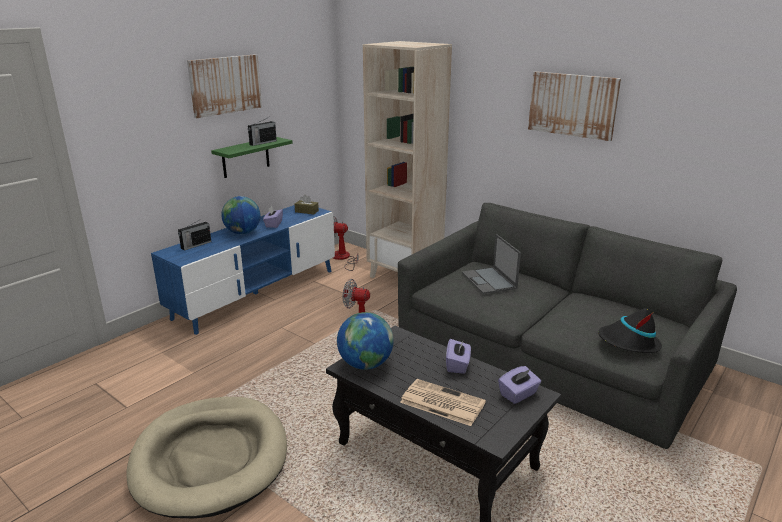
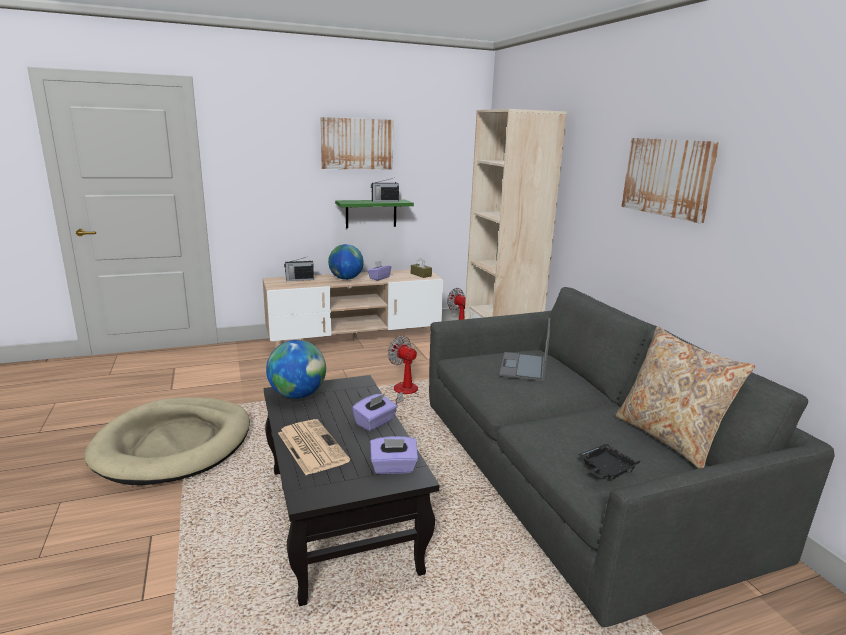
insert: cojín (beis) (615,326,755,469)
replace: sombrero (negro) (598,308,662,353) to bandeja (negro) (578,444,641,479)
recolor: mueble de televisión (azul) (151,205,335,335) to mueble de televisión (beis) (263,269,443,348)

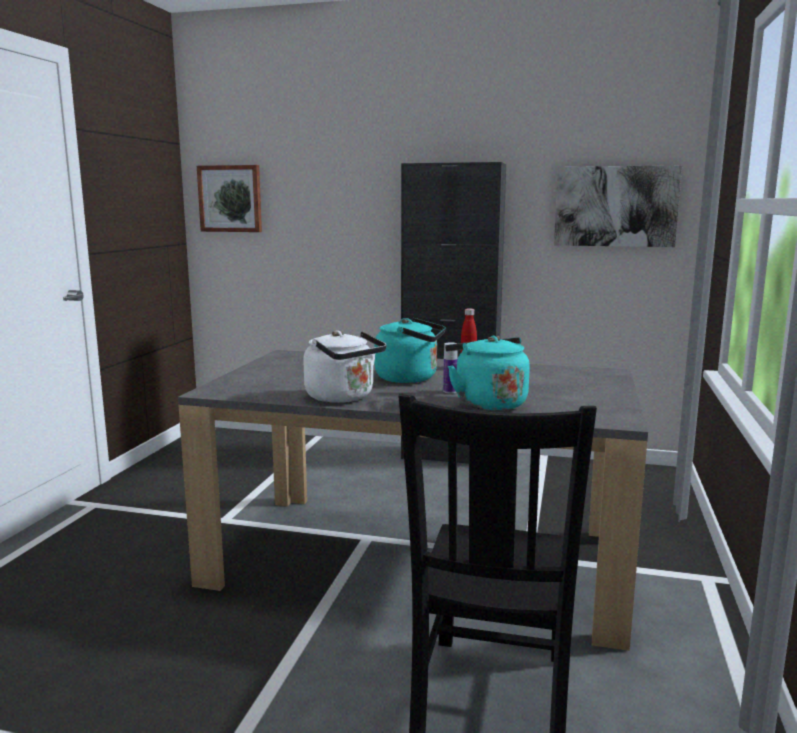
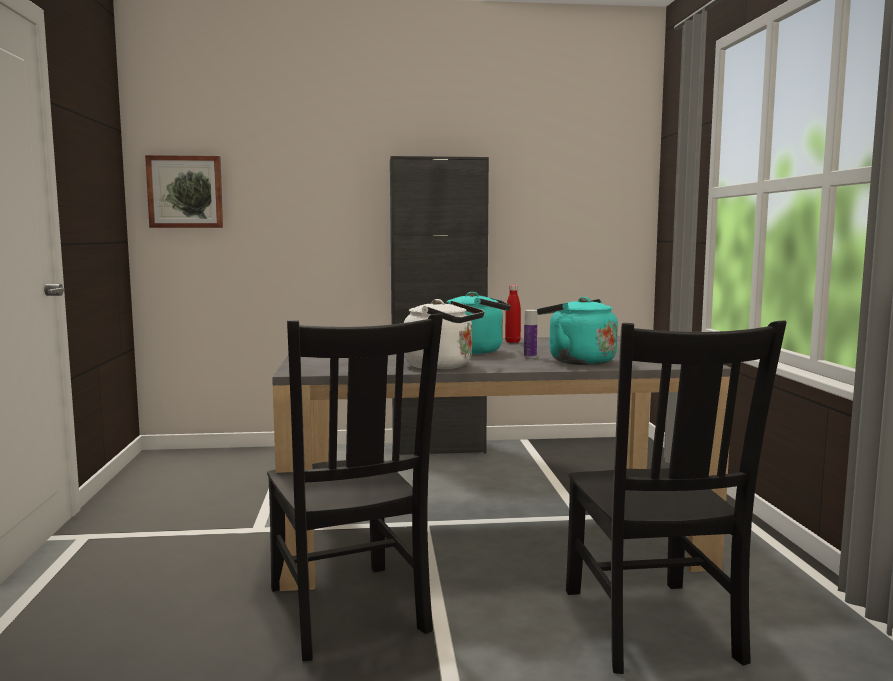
delete: cuadro (554,165,682,247)
insert: silla (negro) (267,313,443,661)

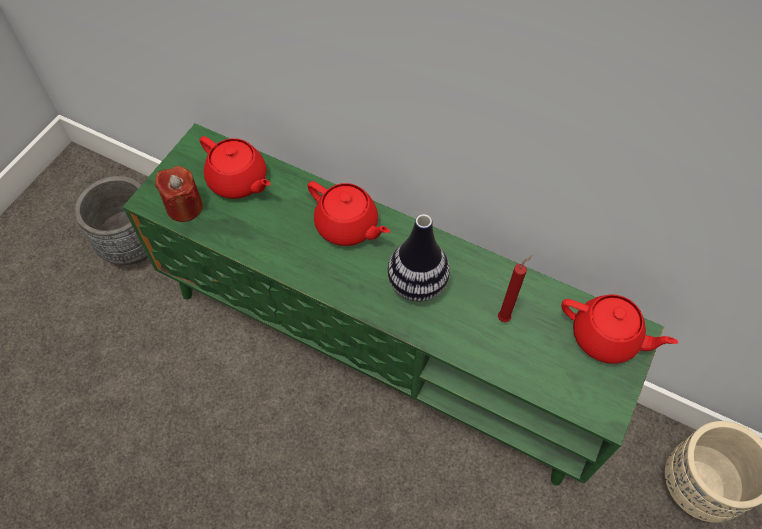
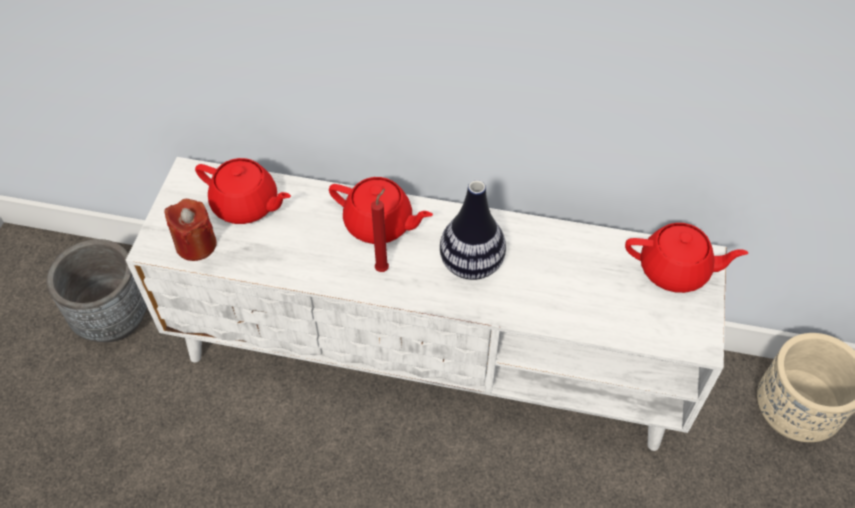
move: vela (rojo) (498,255,532,322) to (371,189,389,272)
recolor: mueble de televisión (verde) (123,123,664,485) to mueble de televisión (blanco) (126,157,726,451)

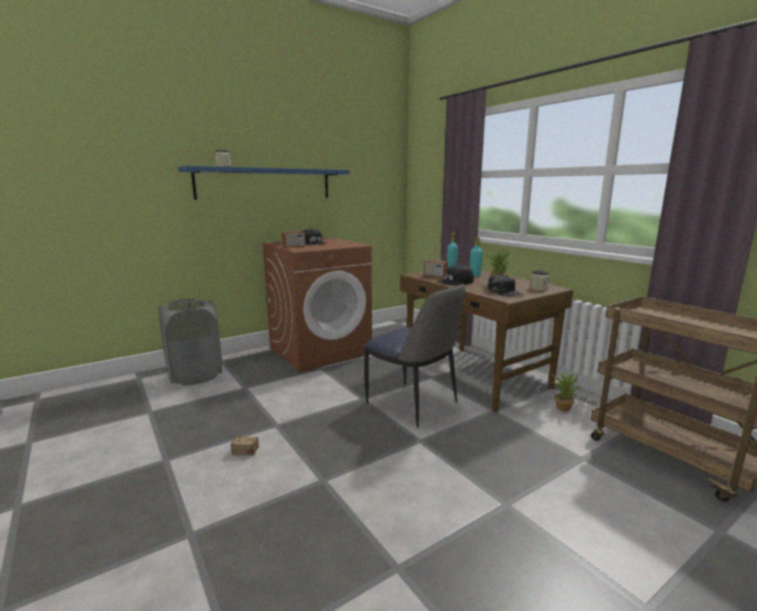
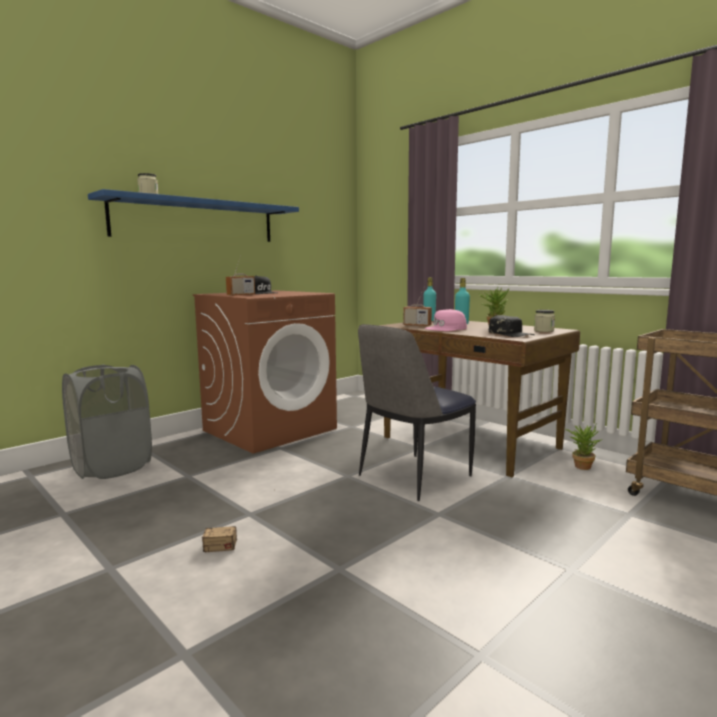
recolor: gorra (negro) (437,265,474,285) to gorra (rosa) (424,309,467,331)
rotate: silla (364,284,465,428) = (358,324,476,501) 105 degrees clockwise

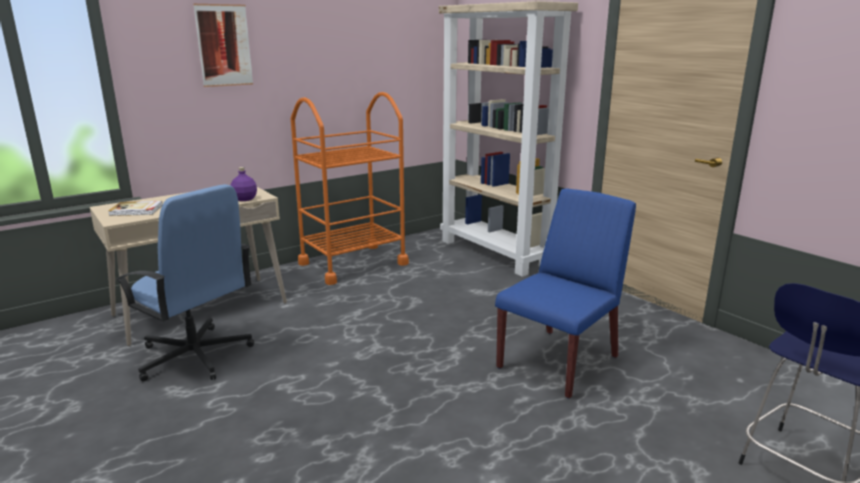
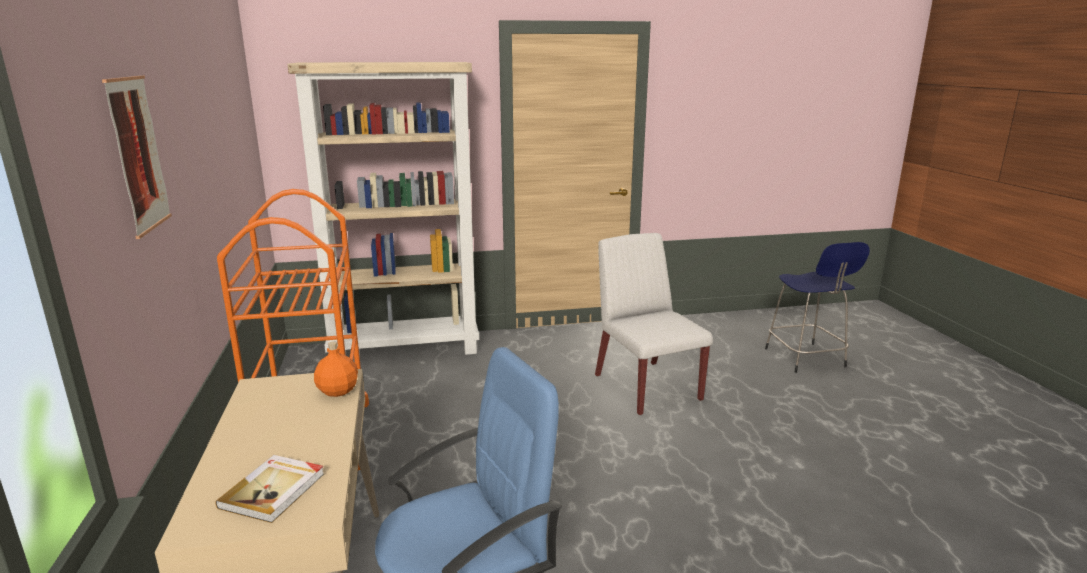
recolor: botella (morado) (231,167,257,201) to botella (naranja) (314,341,358,397); silla (azul) (495,189,636,399) to silla (blanco) (595,233,713,416)

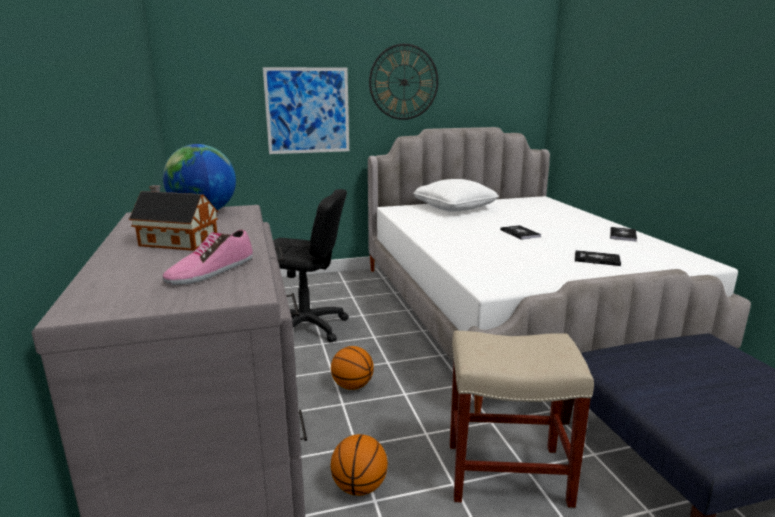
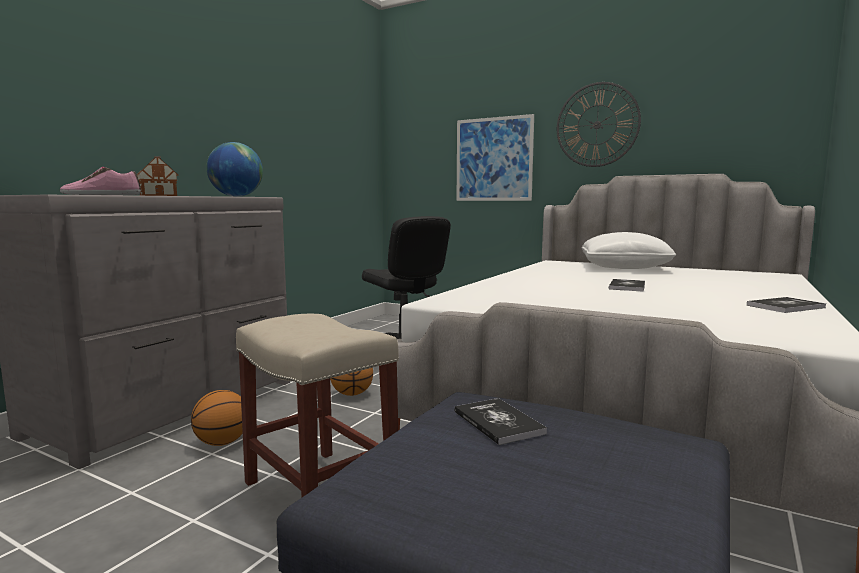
move: libro (575,250,621,266) to (454,398,547,445)

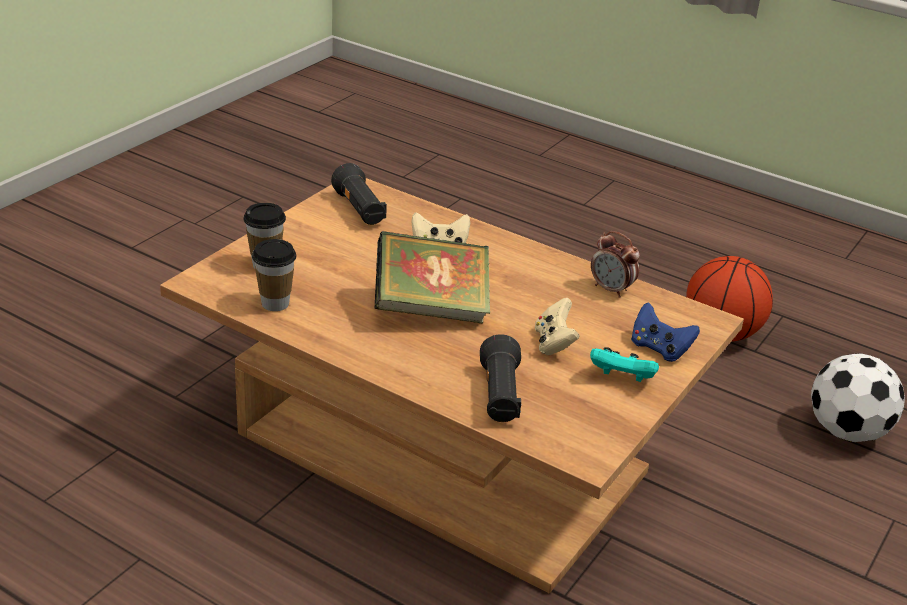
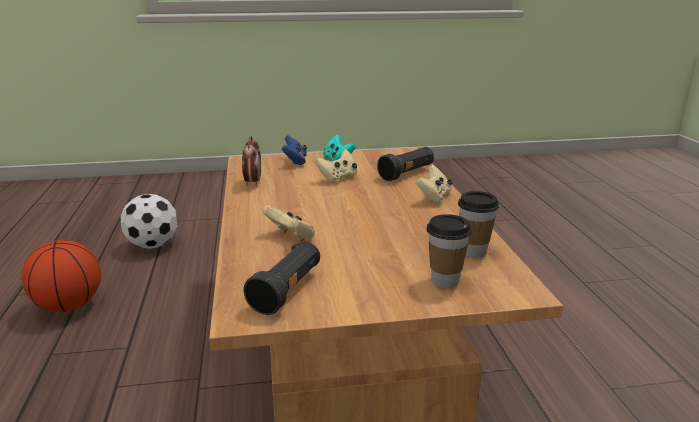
delete: libro (375,231,490,323)
insert: mando de consola (beis) (416,165,452,203)

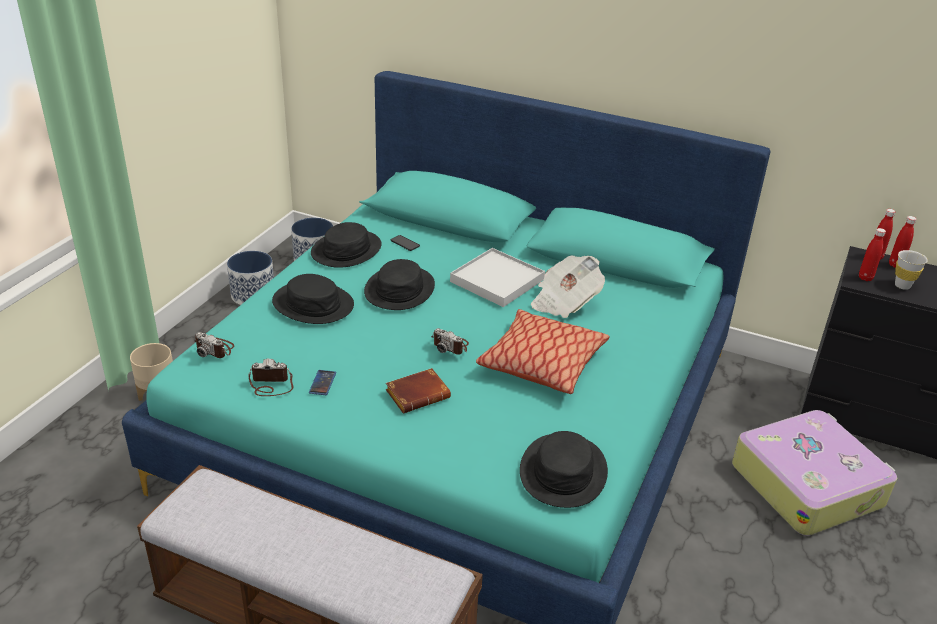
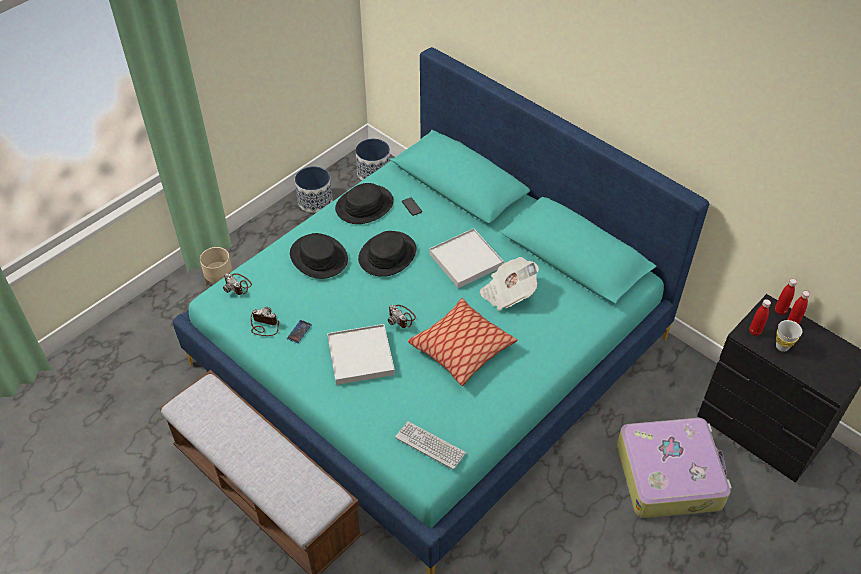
replace: libro (marrón) (386,368,451,413) to bandeja (blanco) (327,324,395,385); sombrero (negro) (520,431,608,508) to teclado (395,421,466,470)

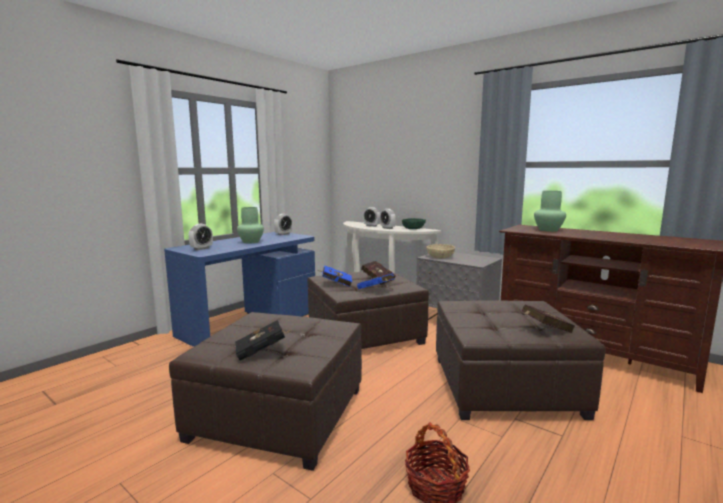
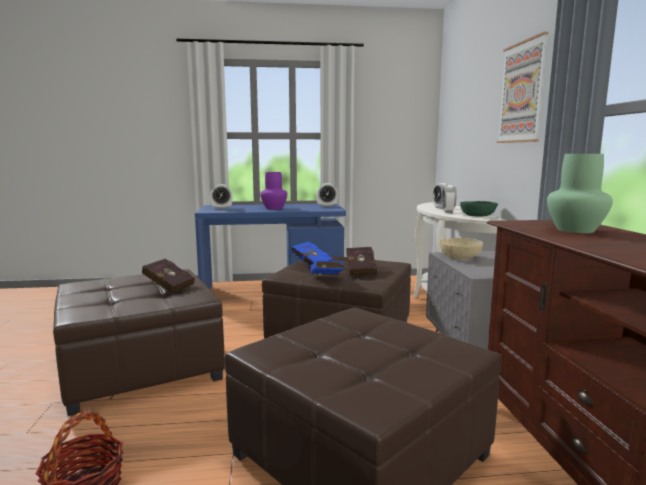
delete: libro (negro) (235,320,291,361)
insert: cuadro (497,32,548,143)
move: libro (rojo) (522,305,575,333) to (141,259,195,293)
recolor: florero (verde) (237,207,264,243) to florero (morado) (260,172,287,209)

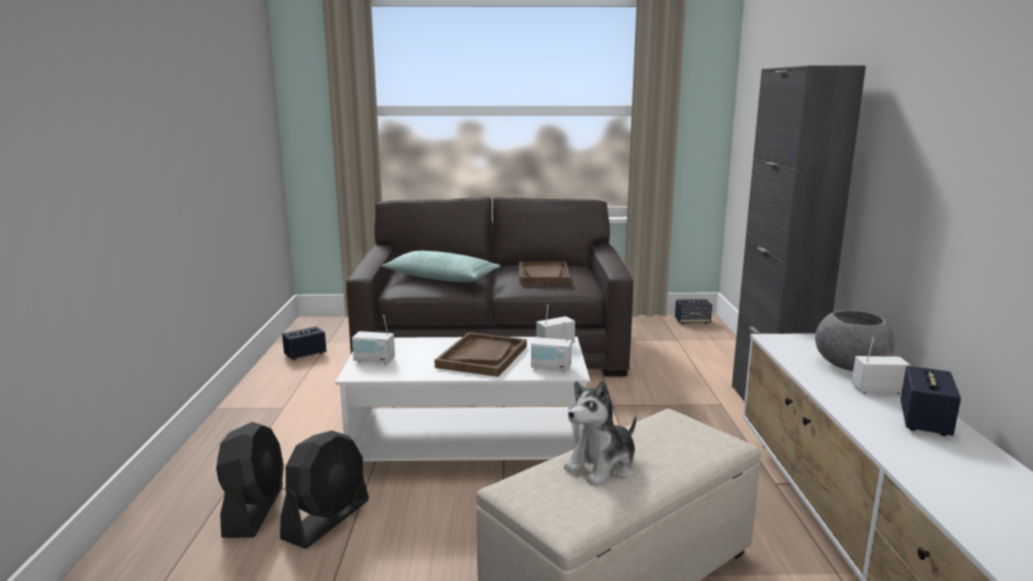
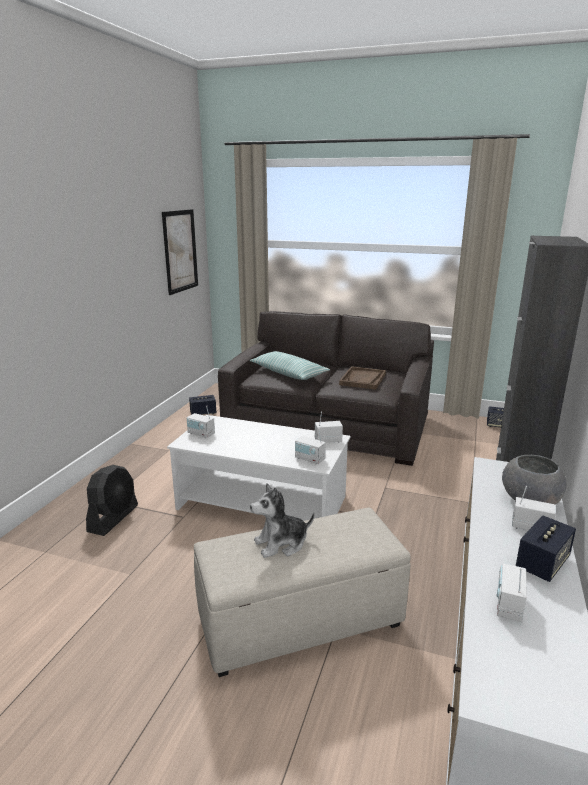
delete: bandeja (marrón) (435,332,527,377); ventilador (negro) (280,430,369,549)
insert: cuadro (162,209,198,295); radio (497,563,527,622)

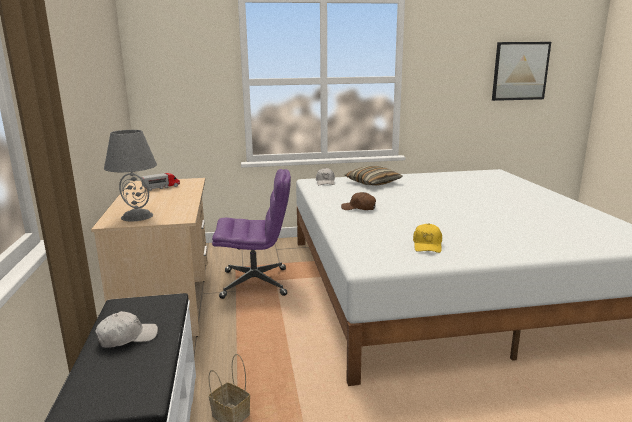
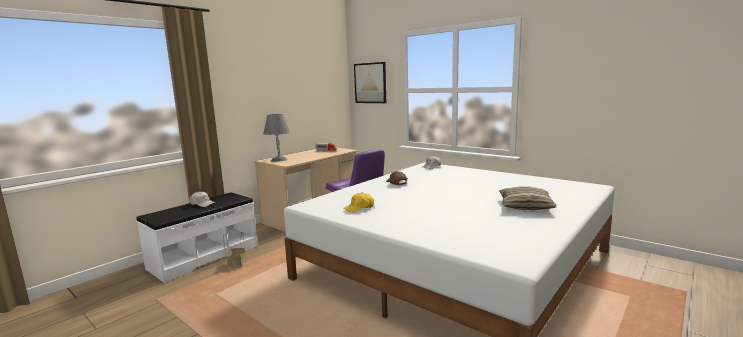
move: cuadro (492,42,551,101) to (354,62,386,103); cojín (344,166,402,185) to (499,186,557,210)

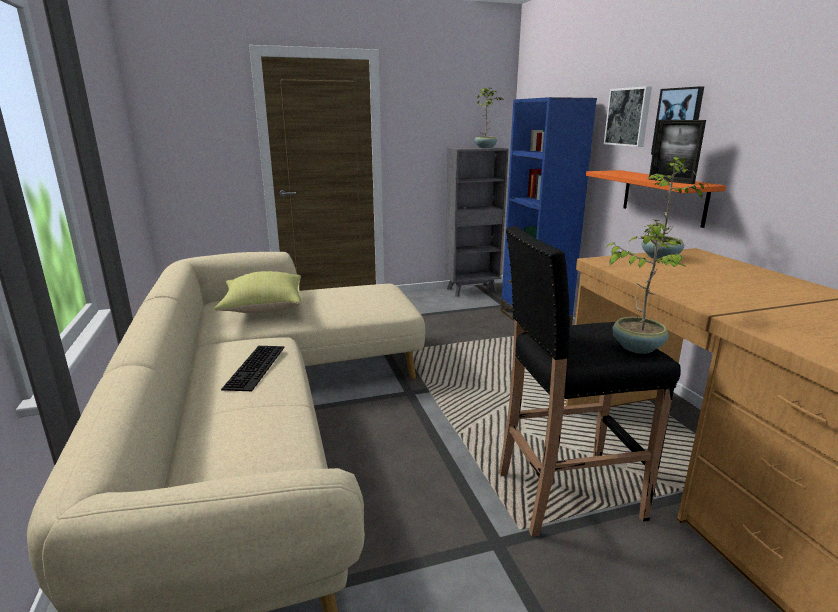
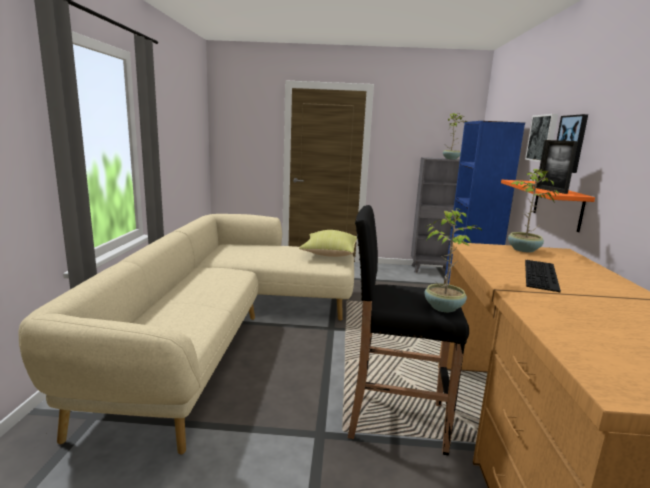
move: cojín (amarillo) (214,271,301,313) to (299,230,357,257); teclado (221,346,285,391) to (525,260,561,292)

